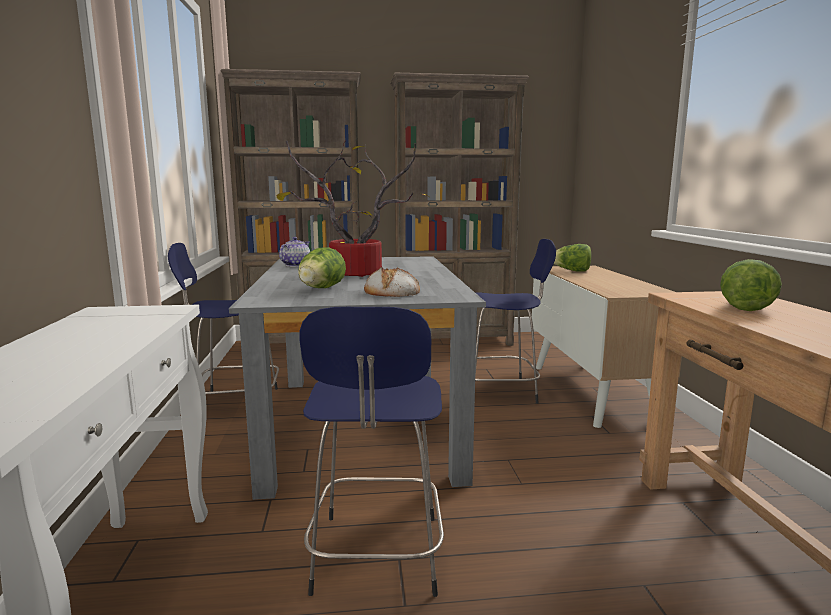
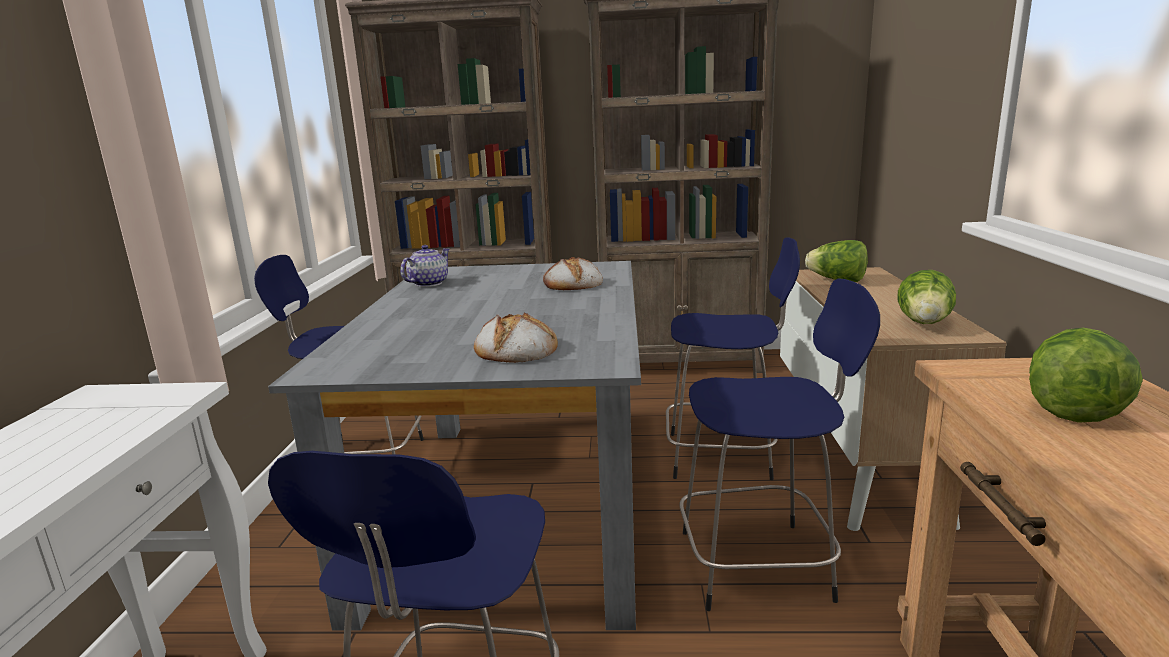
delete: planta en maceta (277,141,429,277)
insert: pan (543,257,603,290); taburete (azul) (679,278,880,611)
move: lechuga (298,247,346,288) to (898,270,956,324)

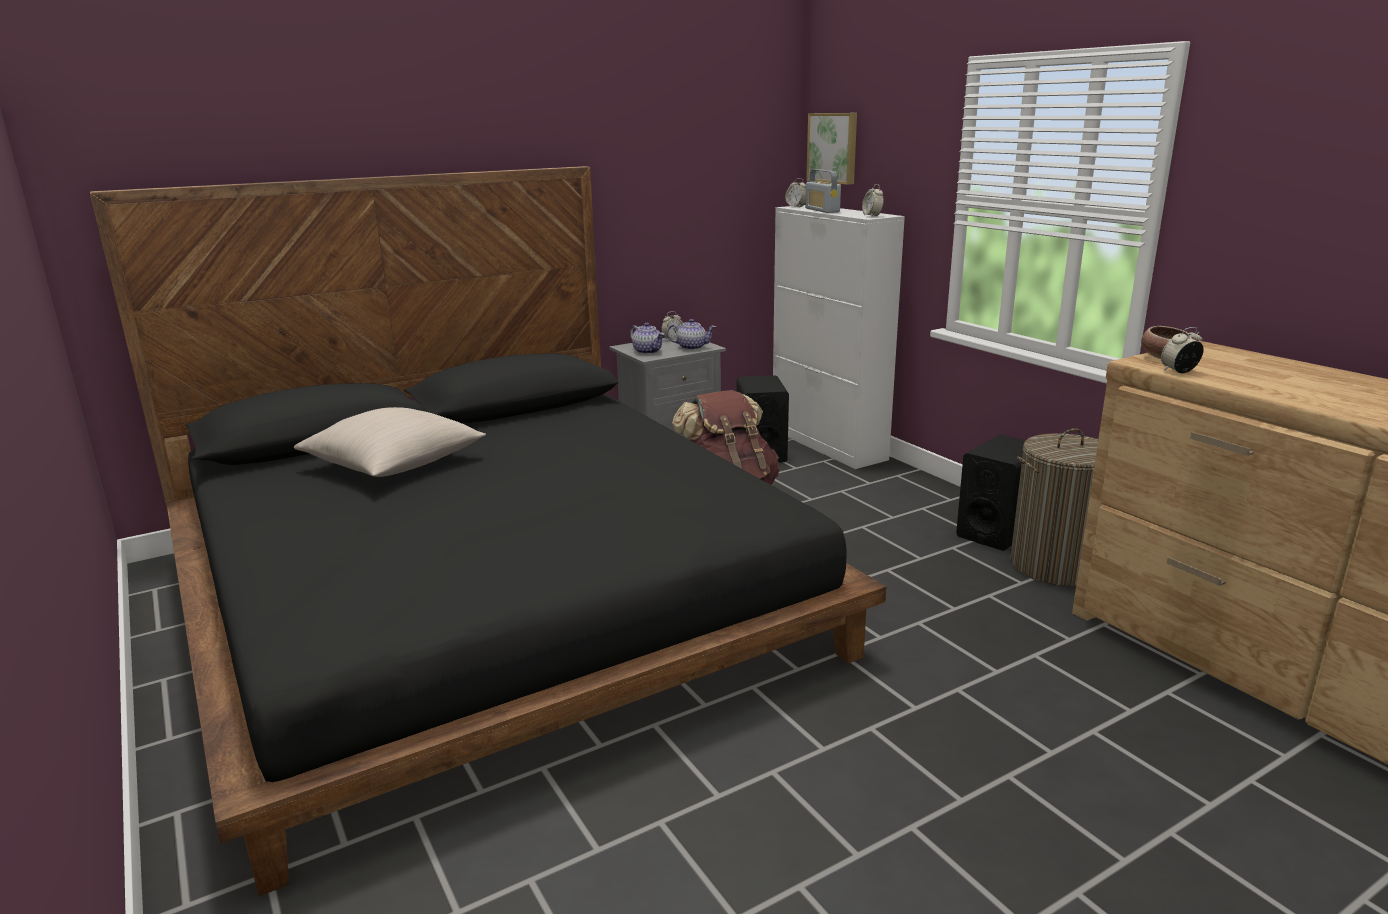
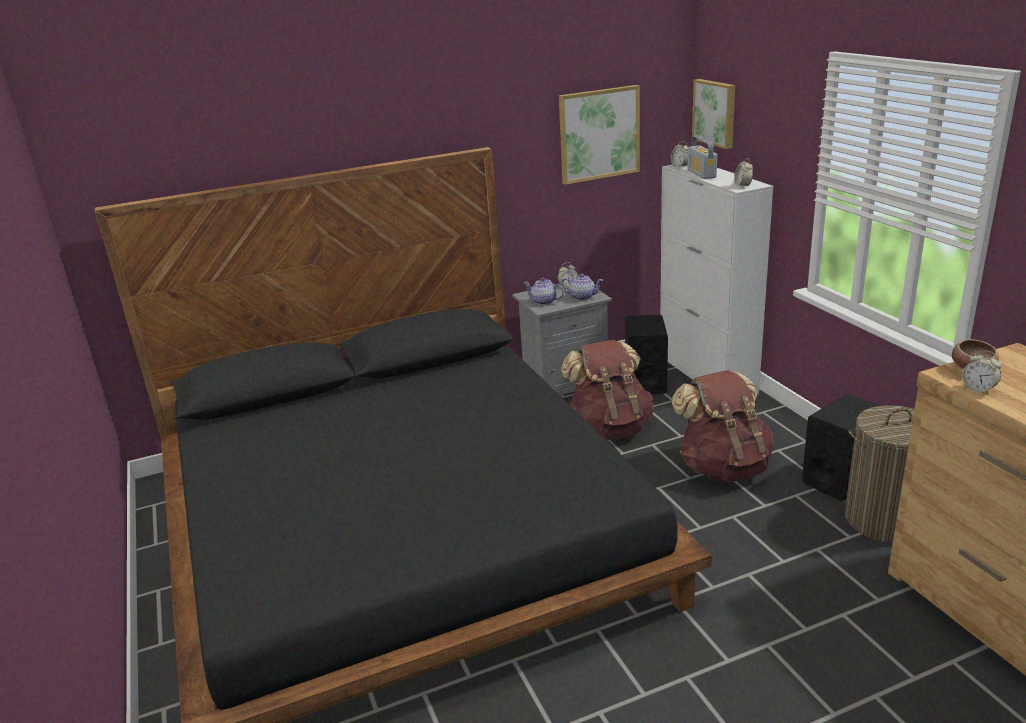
delete: cojín (beis) (294,407,486,477)
insert: cuadro (559,85,640,185); mochila (marrón) (672,370,774,482)
rotate: tetera (630,323,664,354) = (524,278,564,305) 150 degrees clockwise; despertador (1161,327,1204,373) = (962,351,1002,395) 120 degrees counterclockwise

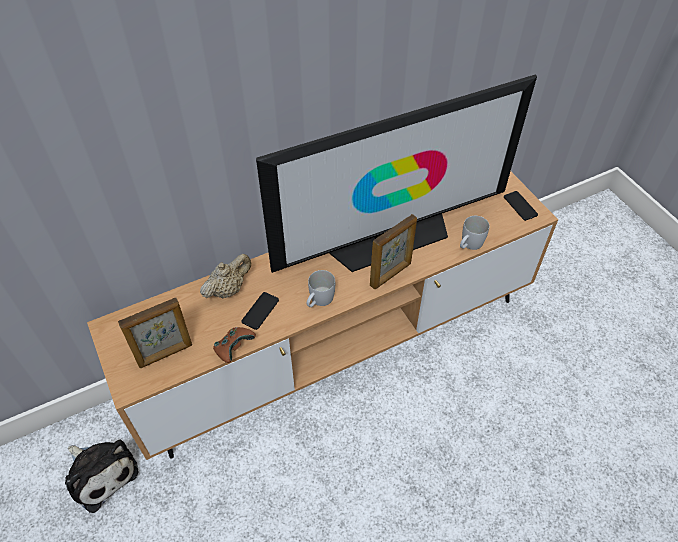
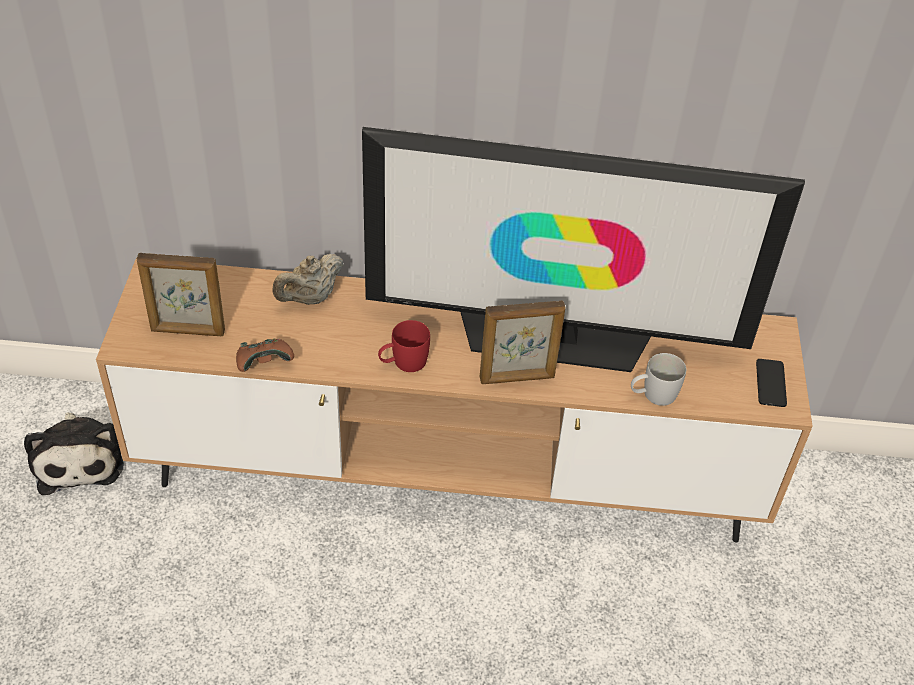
delete: móvil (241,292,279,330)
recolor: taza grande (blanco) (307,270,335,307) to taza grande (rojo) (378,320,430,372)
rotate: tetera (beis) (200,254,251,298) = (272,254,344,305) 150 degrees clockwise

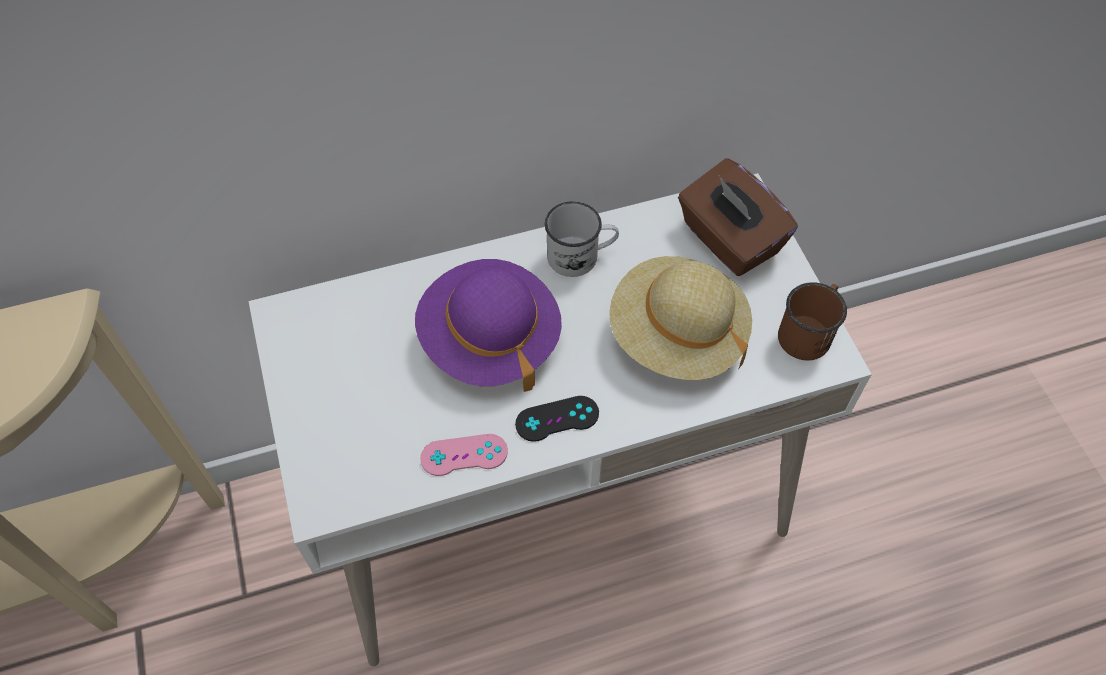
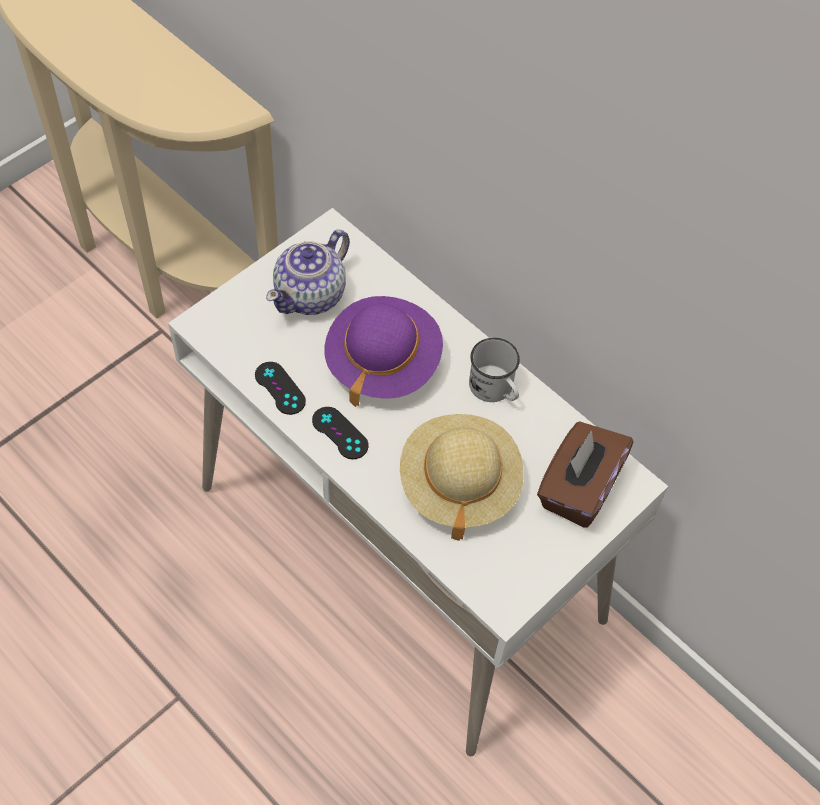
delete: taza grande (marrón) (778,282,847,360)
insert: tetera (266,230,350,315)
recolor: mando de consola (rosa) (421,434,508,476) to mando de consola (negro) (255,362,306,415)

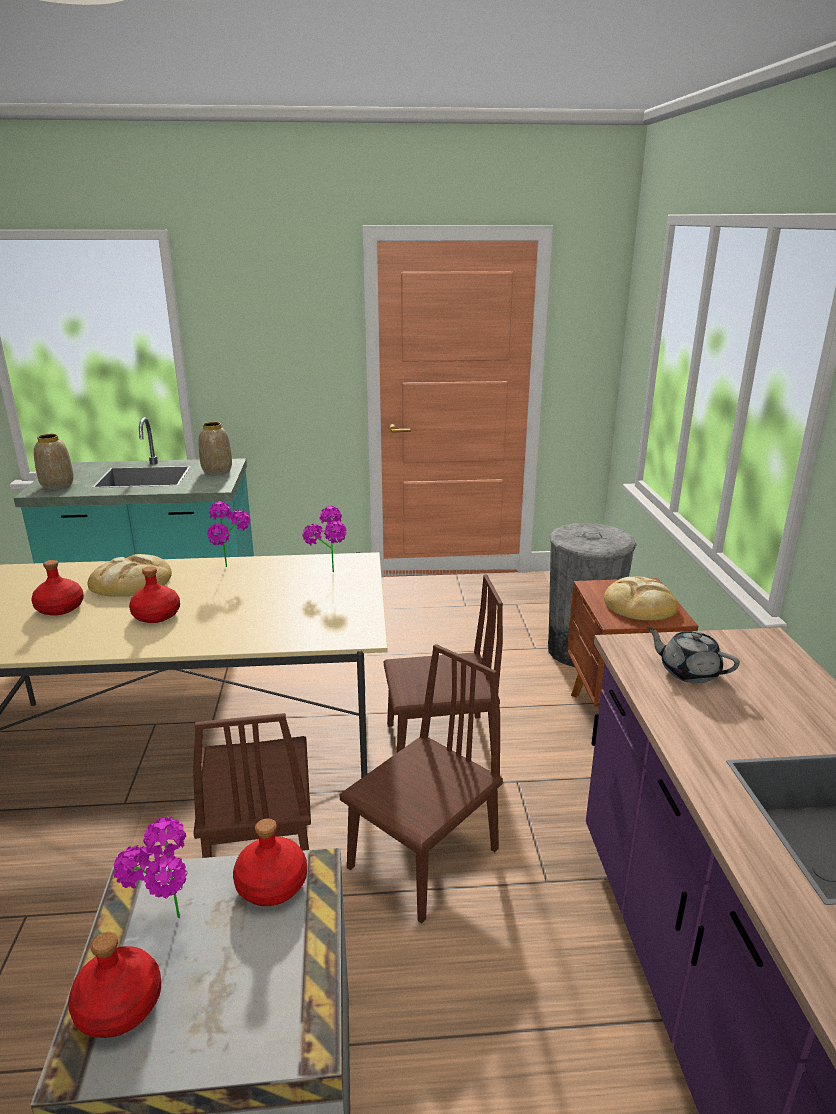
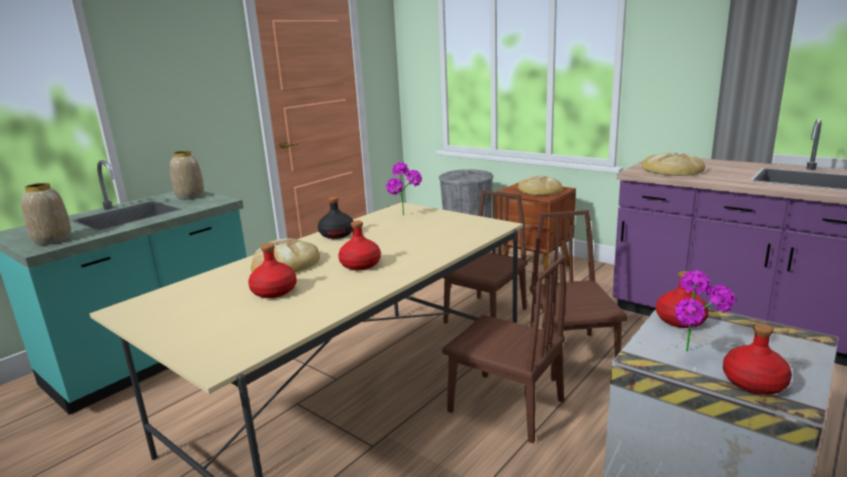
replace: planta en maceta (207,501,250,567) to botella (negro) (318,197,353,239); tetera (gris) (647,627,740,683) to pan (642,152,705,176)

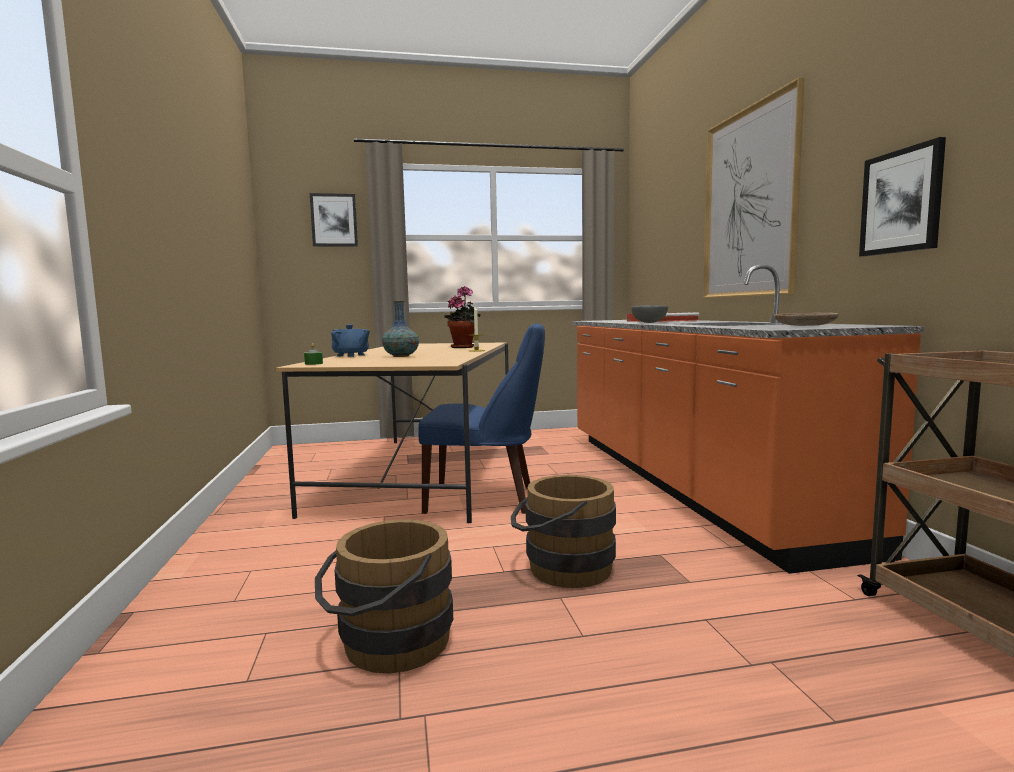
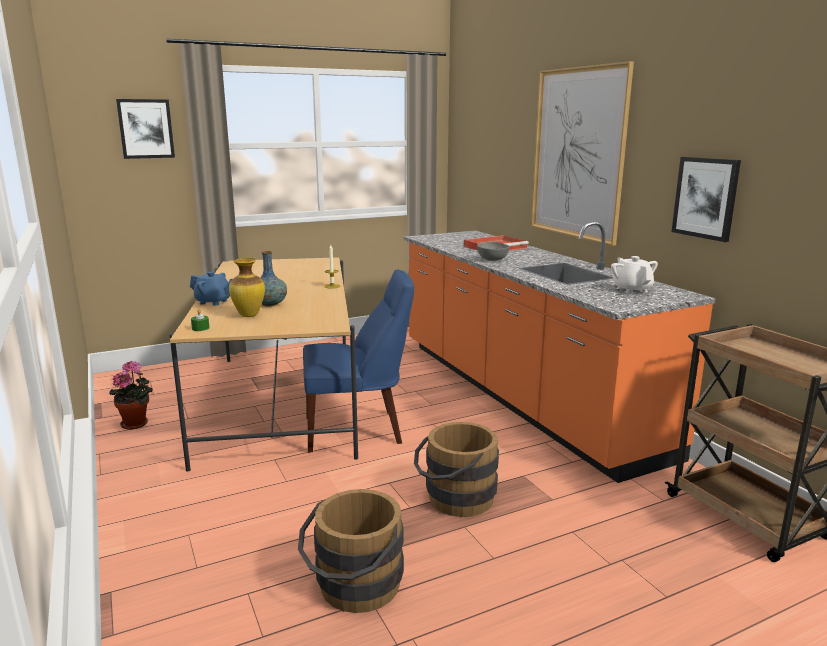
insert: florero (229,258,265,317)
move: planta en maceta (444,286,481,348) to (109,360,152,430)
replace: plato (beis) (774,313,838,326) to tetera (blanco) (611,256,658,294)

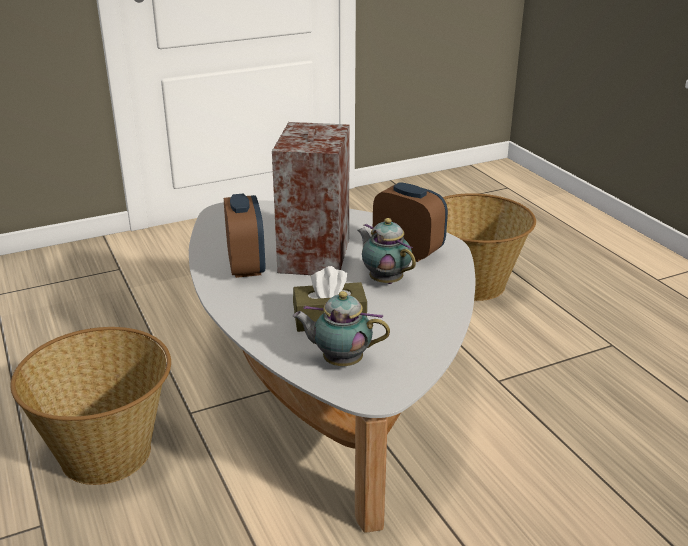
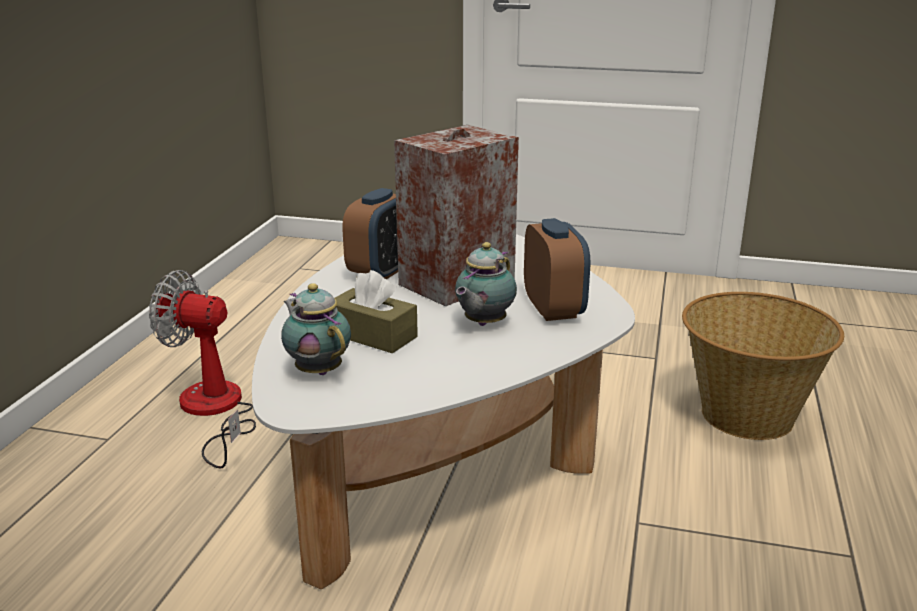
replace: cesta (11,327,171,485) to ventilador (149,270,256,469)
rotate: tetera (358,218,416,284) = (455,242,517,326) 150 degrees counterclockwise

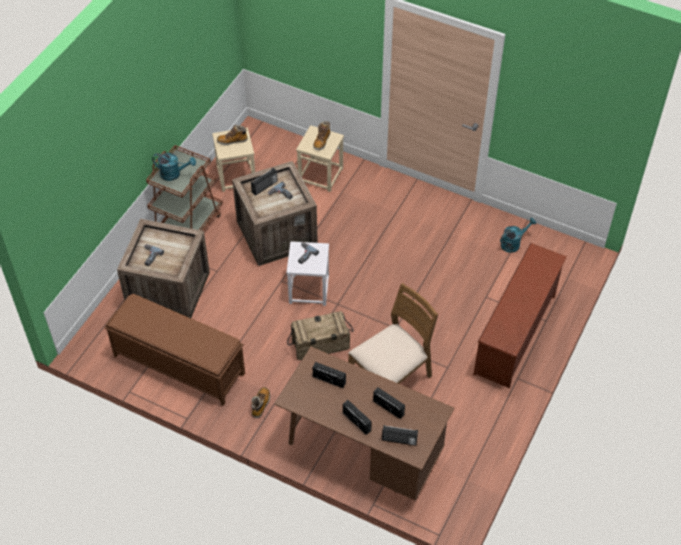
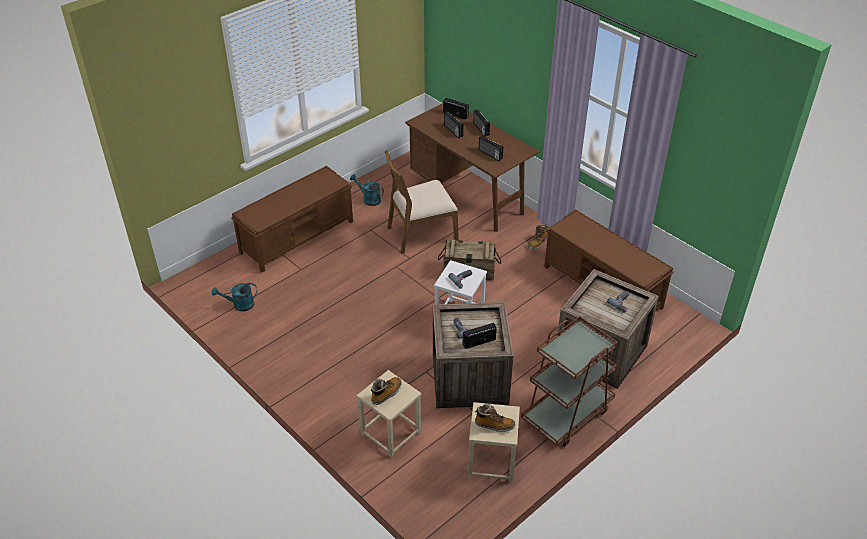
move: regadera (turquesa) (152,153,196,181) to (350,174,384,206)
replace: zapatero (marrón) (473,243,567,388) to banco (marrón) (231,166,353,272)

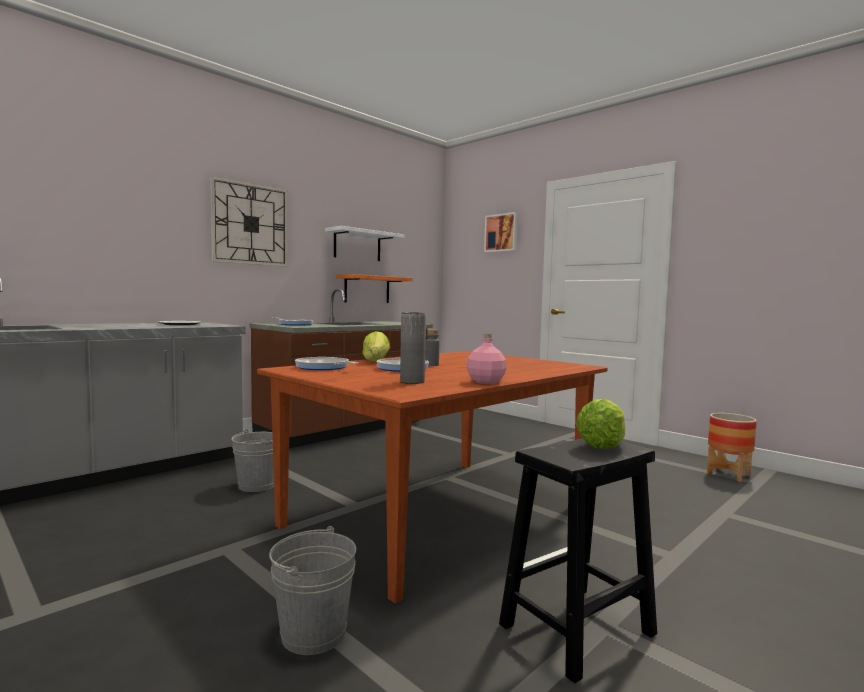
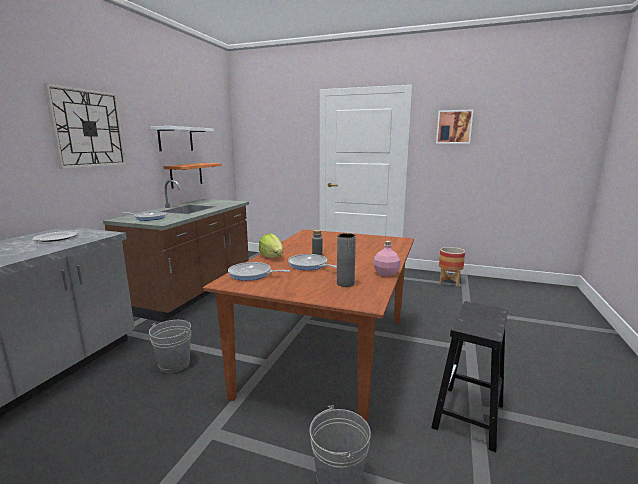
delete: lechuga (576,399,625,448)
move: cuadro (484,212,518,253) to (436,109,474,144)

